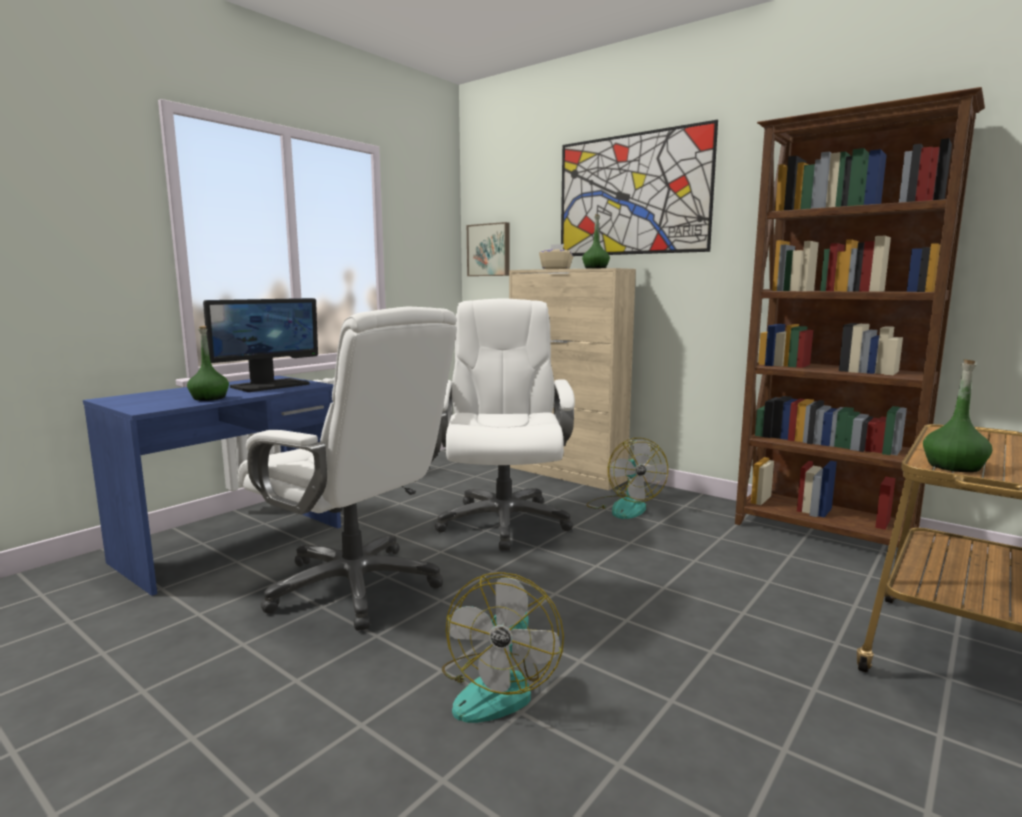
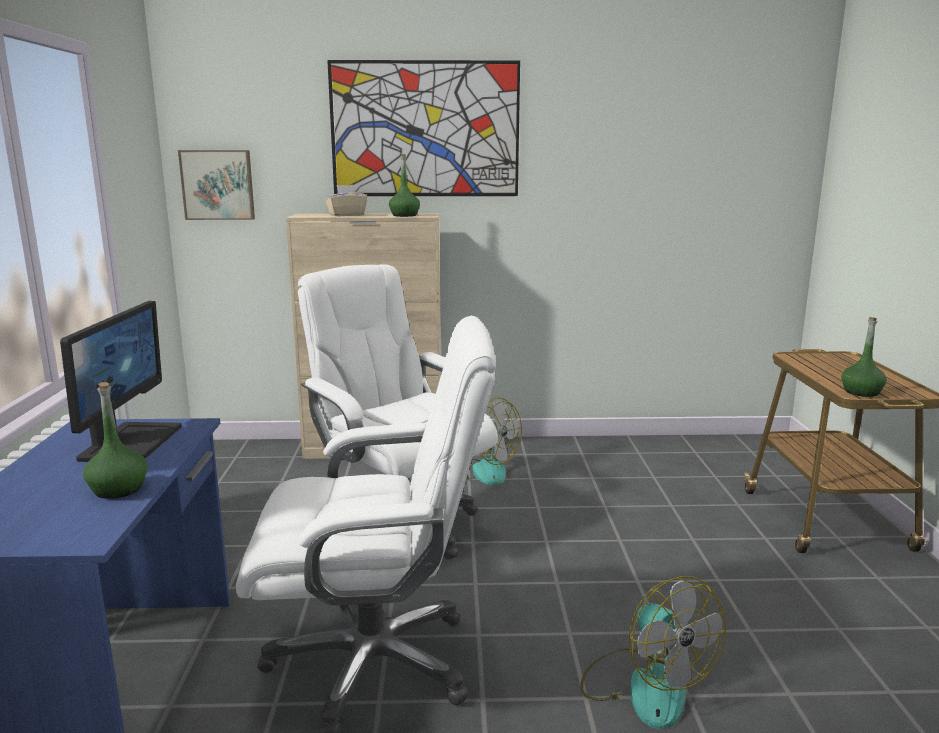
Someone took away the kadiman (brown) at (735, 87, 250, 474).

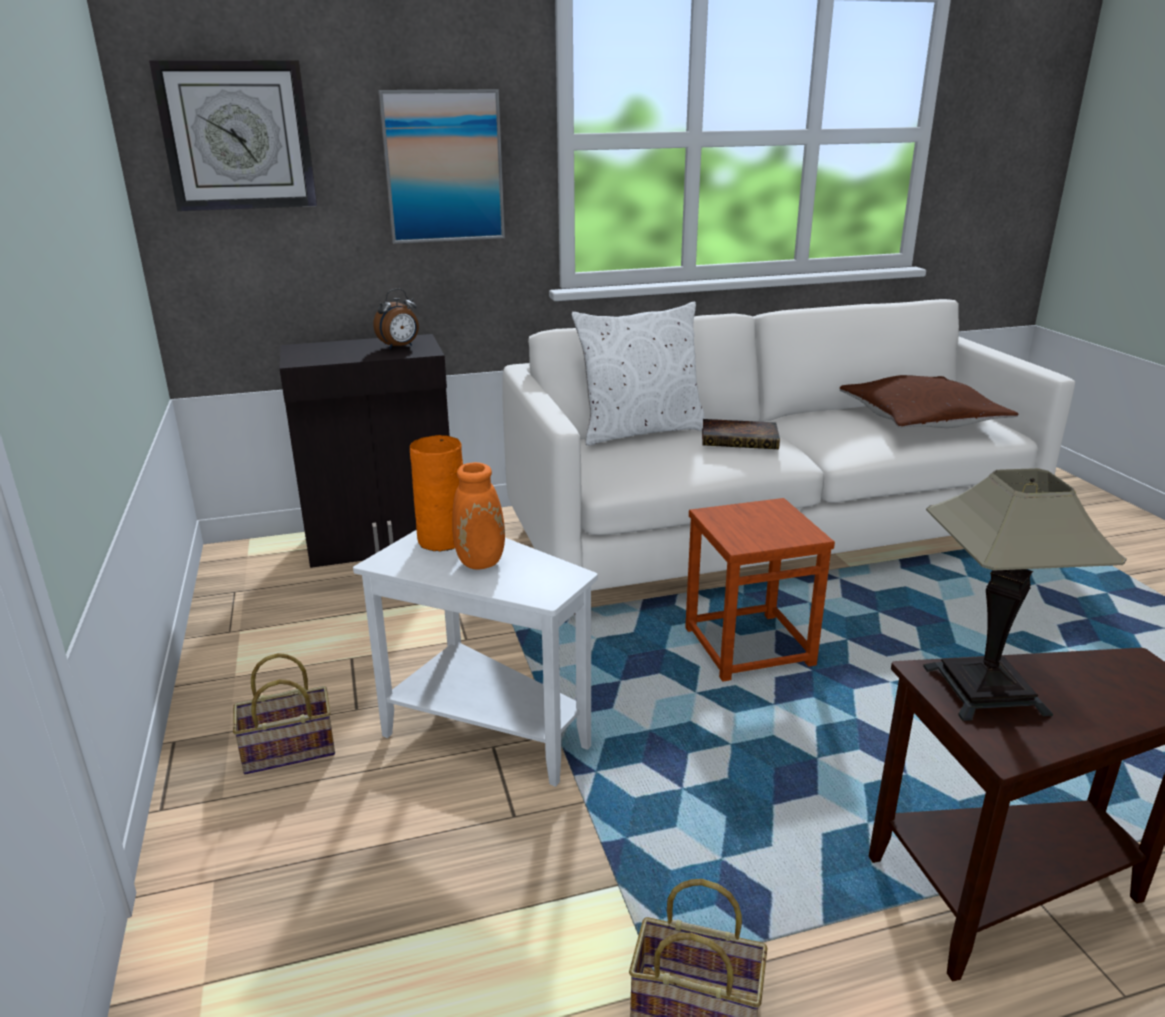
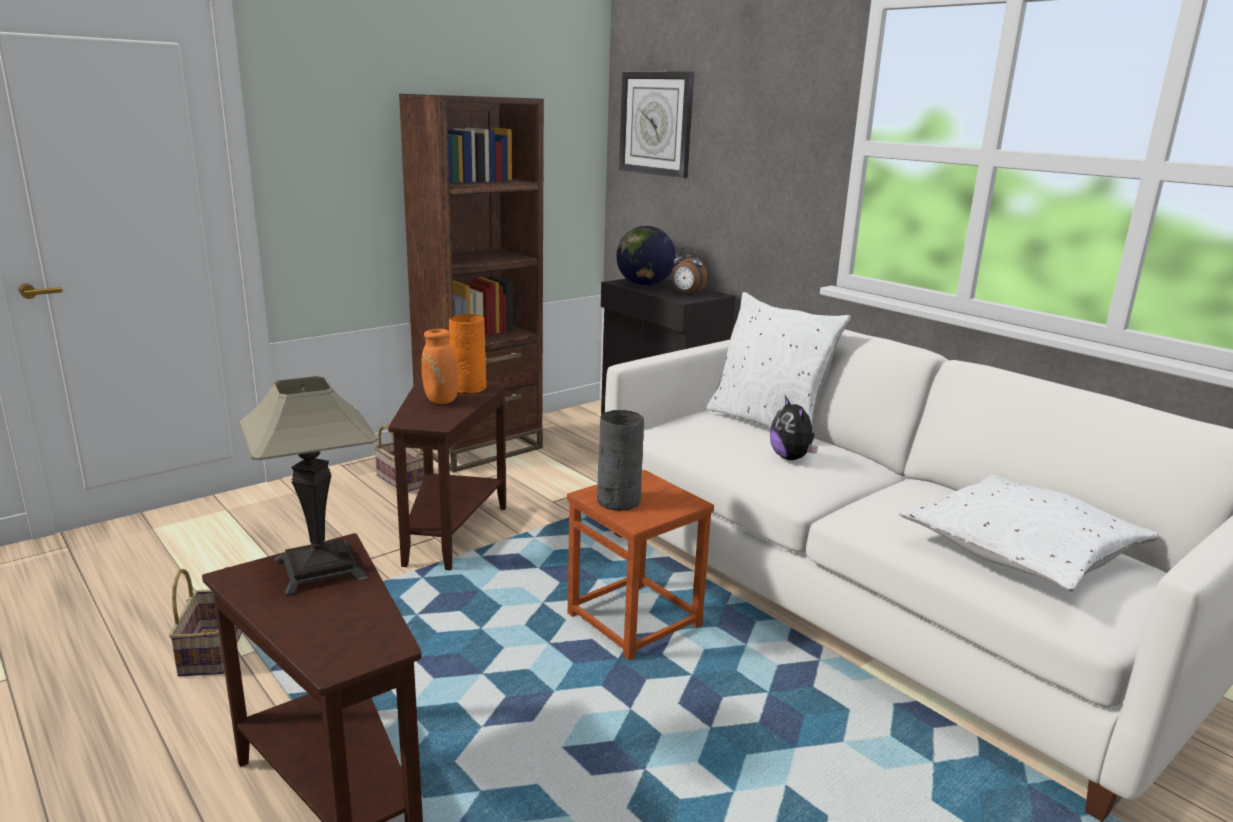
Someone took away the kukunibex at (378, 89, 127, 155). Someone put down the kadiman (brown) at (399, 94, 145, 379). Someone put down the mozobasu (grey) at (597, 410, 47, 101). Someone put down the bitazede at (616, 226, 60, 60). Someone swapped the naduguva at (702, 419, 78, 30) for the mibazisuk at (770, 396, 48, 64). Someone repainted the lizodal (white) at (353, 530, 244, 257), which became the lizodal (brown) at (388, 377, 122, 193). Someone repainted the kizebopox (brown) at (840, 375, 179, 53), which became the kizebopox (white) at (899, 474, 260, 118).

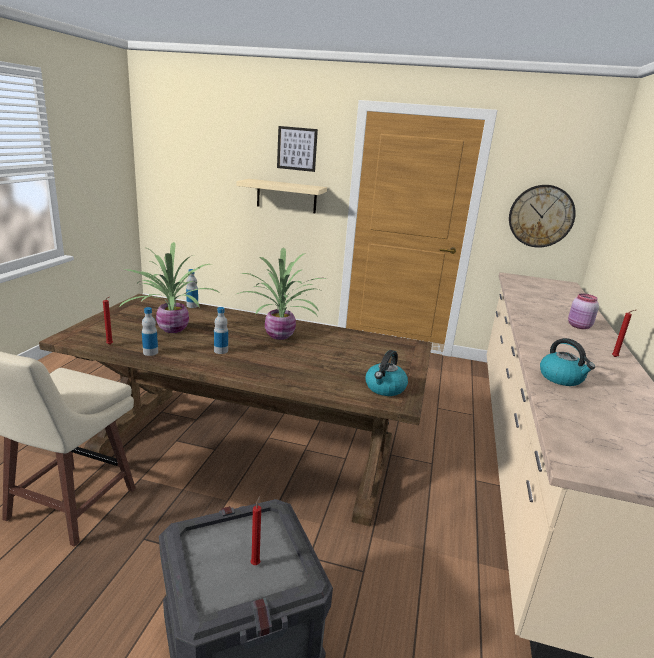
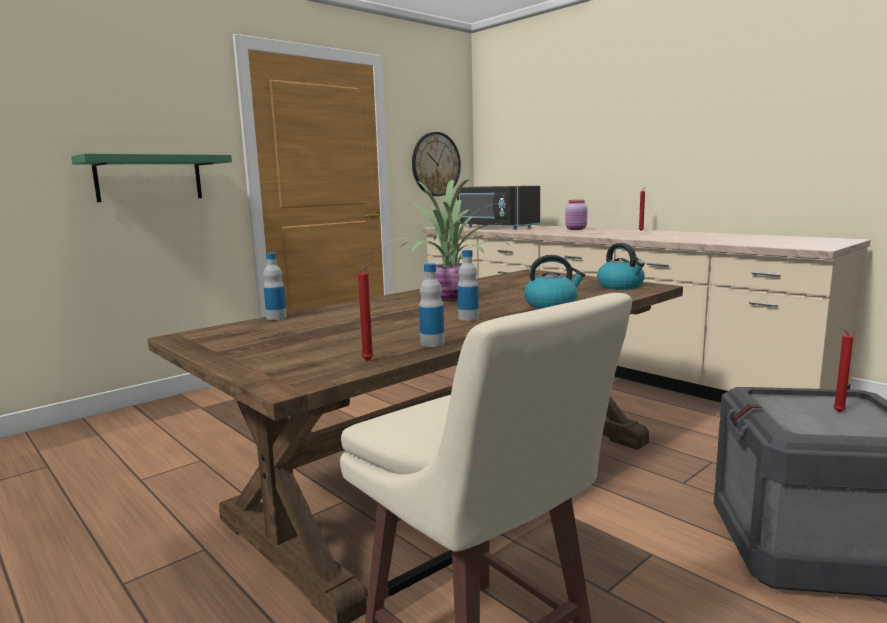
Someone took away the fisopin at (119, 242, 102, 91). Someone took away the kukunibex at (277, 126, 41, 46). Someone put down the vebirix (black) at (457, 186, 83, 43). Someone carried the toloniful from (540, 338, 55, 48) to (524, 255, 61, 53). Someone repainted the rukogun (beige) at (236, 179, 91, 34), which became the rukogun (green) at (71, 153, 161, 49).

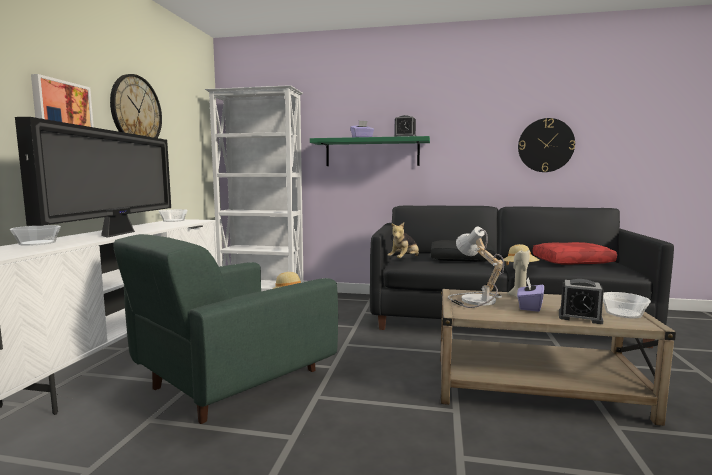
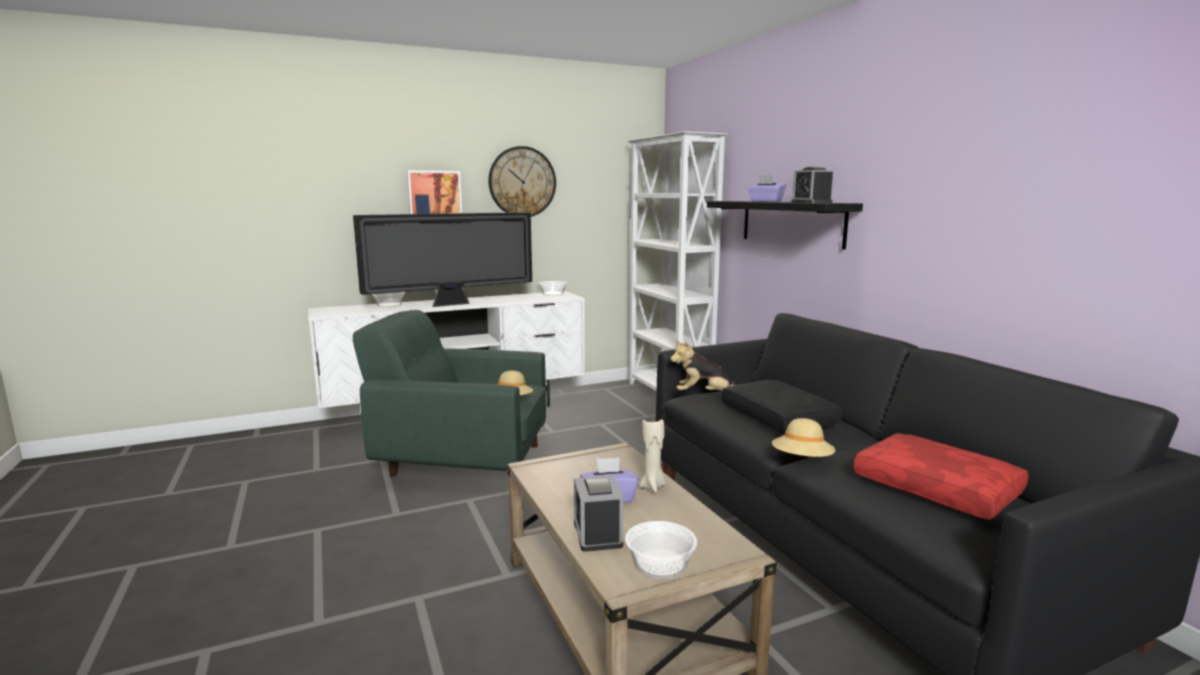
Someone took away the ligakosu at (448, 227, 56, 81). Someone took away the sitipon at (518, 118, 57, 54). Someone repainted the rukogun (green) at (310, 136, 120, 30), which became the rukogun (black) at (707, 201, 156, 49).

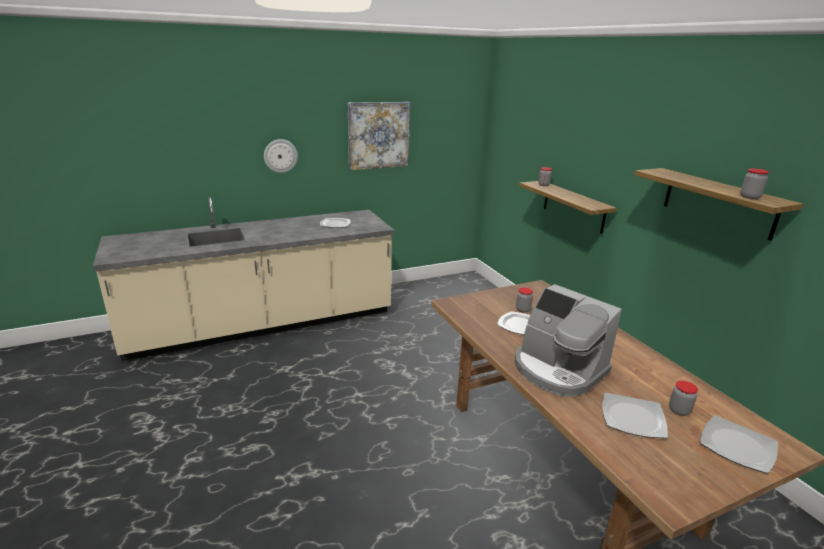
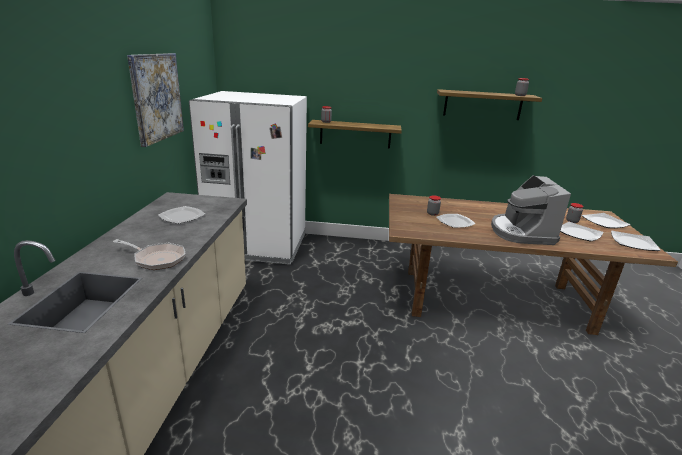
Someone took away the sitipon at (264, 139, 34, 34). Someone put down the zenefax at (113, 239, 73, 31). Someone put down the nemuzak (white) at (189, 91, 118, 174). Someone put down the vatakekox at (611, 231, 49, 20). Someone rotated the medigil at (515, 284, 107, 113) by 105 degrees clockwise.

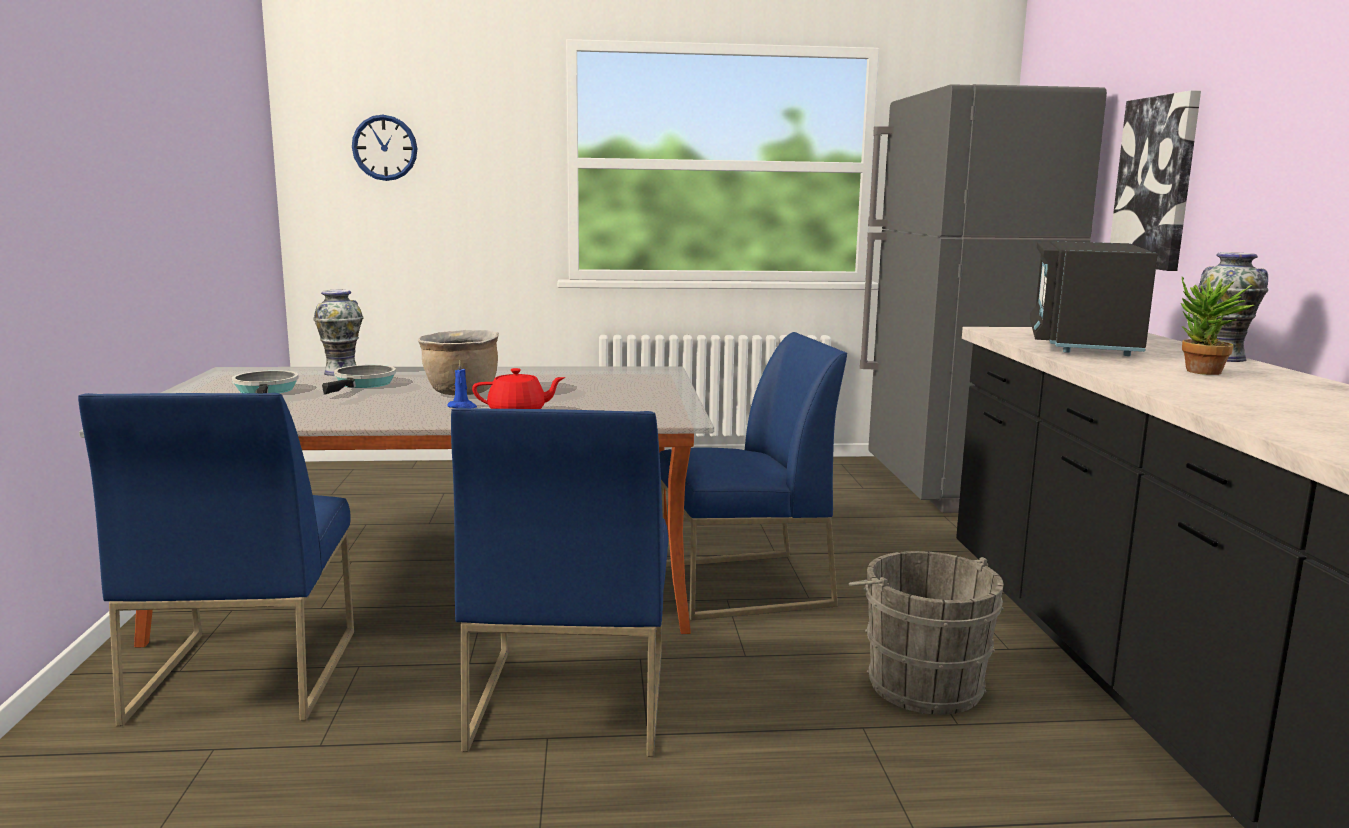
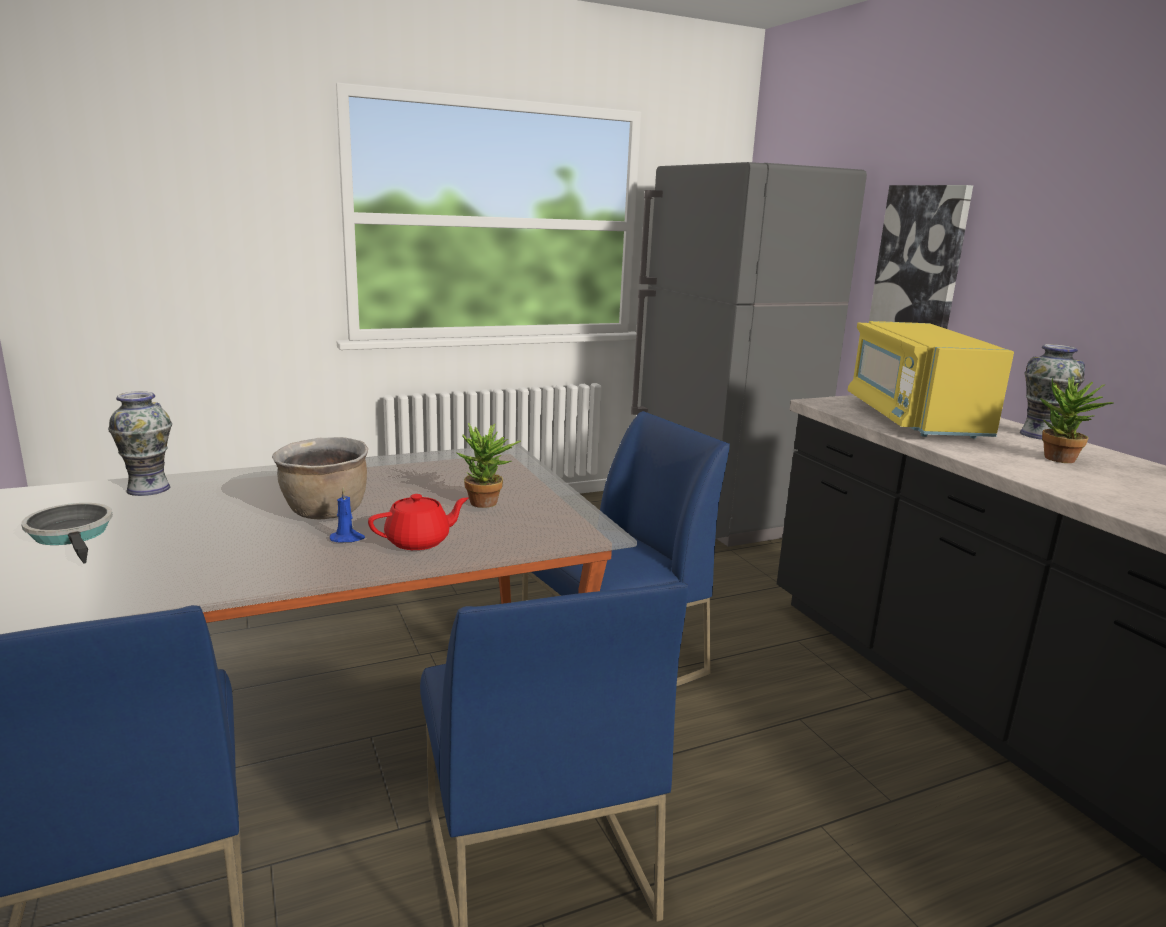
Someone took away the zenefax at (322, 365, 74, 30). Someone took away the sitipon at (352, 115, 65, 66). Someone took away the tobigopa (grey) at (849, 551, 155, 164). Someone put down the fisopin at (457, 423, 64, 85). Someone repainted the vebirix (black) at (1030, 241, 128, 115), which became the vebirix (yellow) at (848, 321, 166, 117).

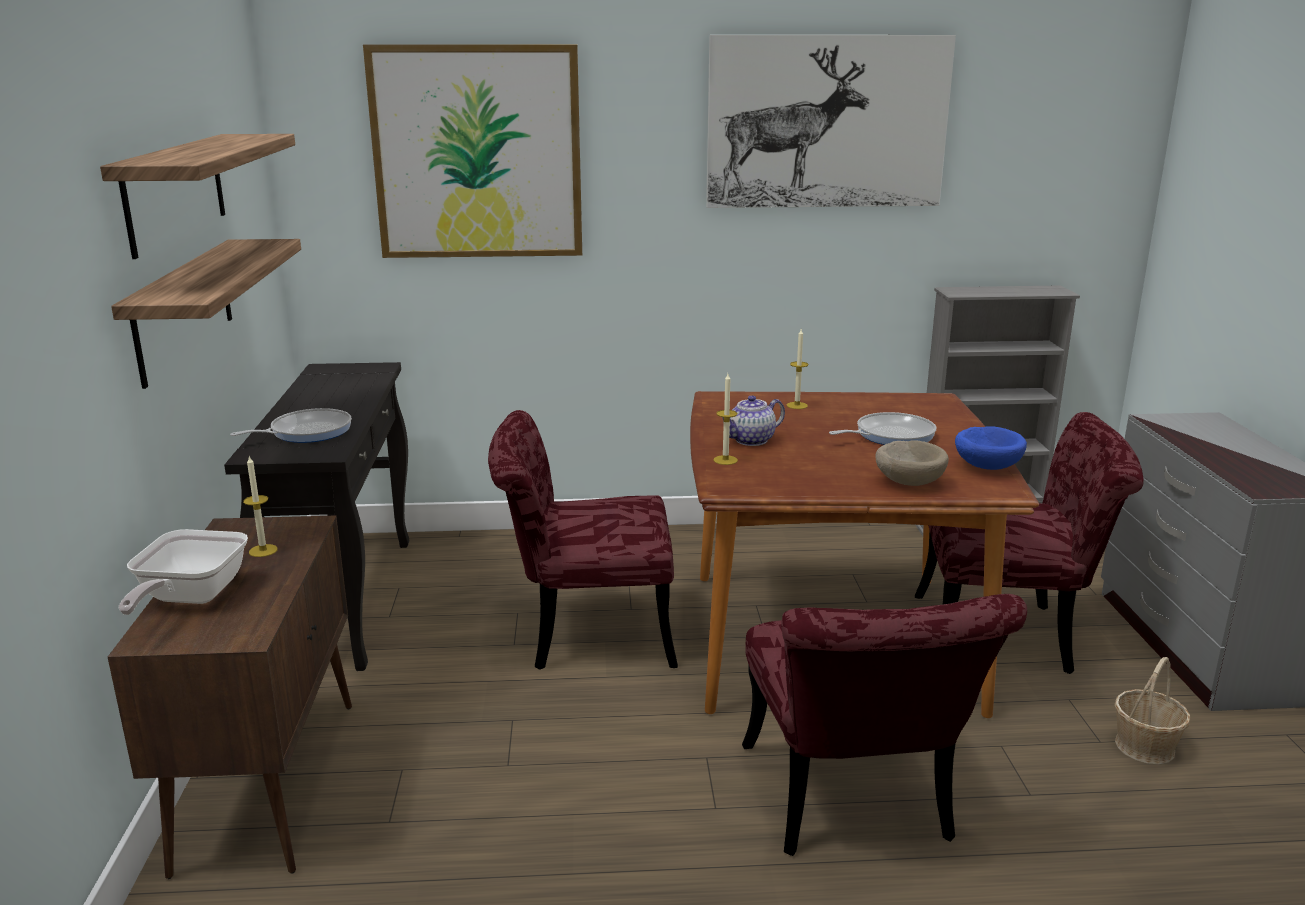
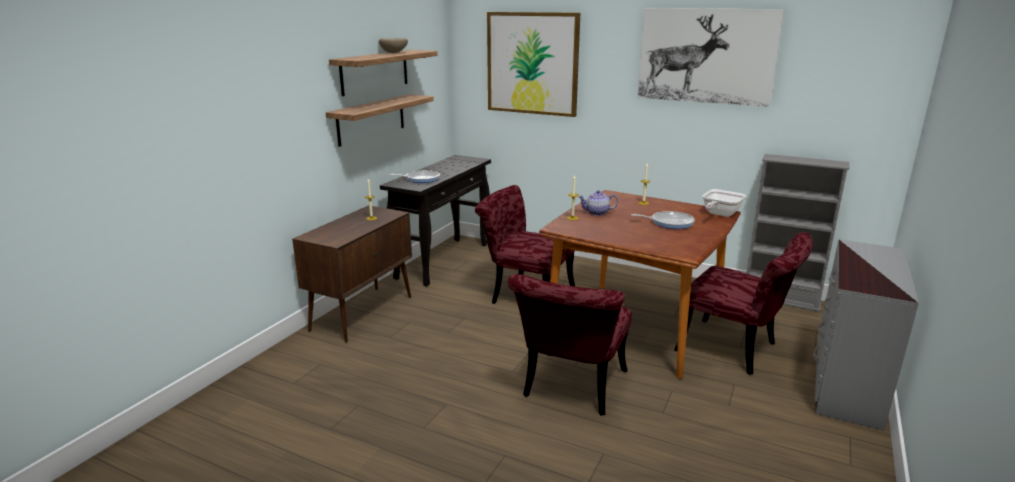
Someone took away the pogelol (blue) at (955, 426, 72, 44). Someone took away the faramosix at (1115, 657, 75, 108). Someone carried the zenefax from (119, 529, 129, 86) to (702, 189, 44, 28). Someone carried the pogelol (beige) from (875, 441, 74, 45) to (379, 38, 29, 15).

